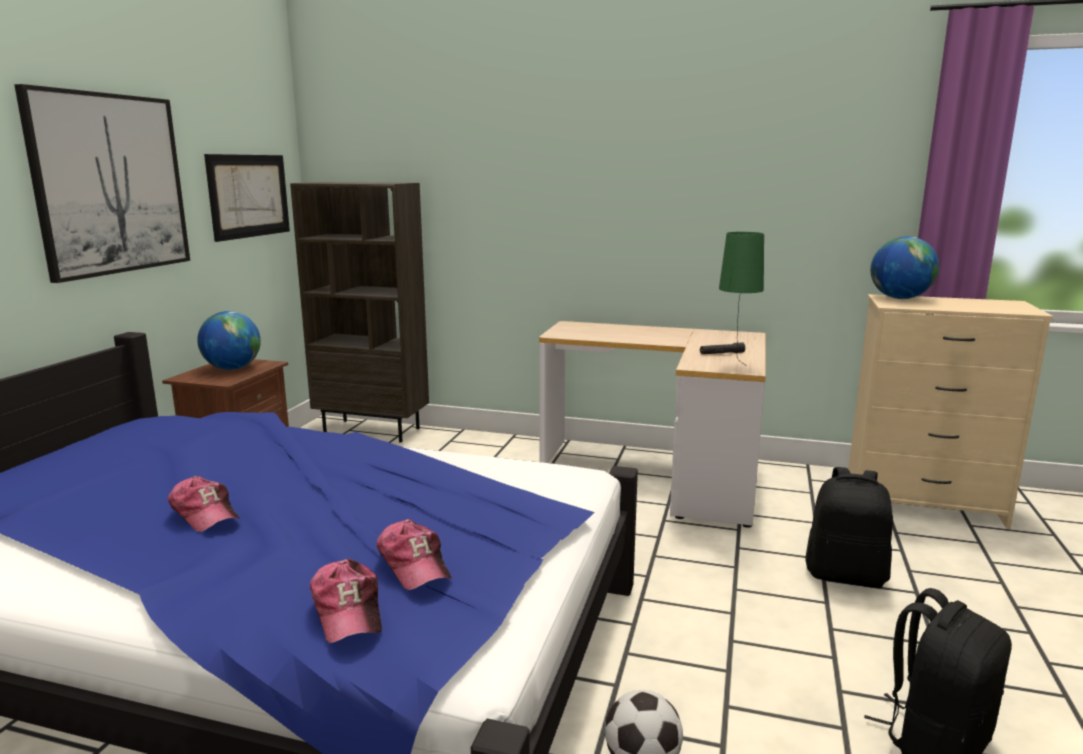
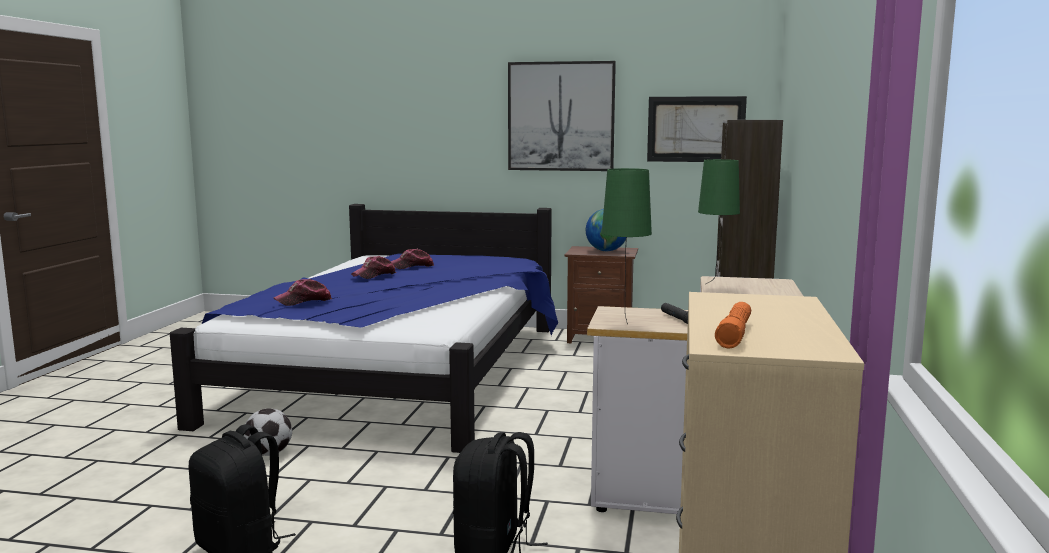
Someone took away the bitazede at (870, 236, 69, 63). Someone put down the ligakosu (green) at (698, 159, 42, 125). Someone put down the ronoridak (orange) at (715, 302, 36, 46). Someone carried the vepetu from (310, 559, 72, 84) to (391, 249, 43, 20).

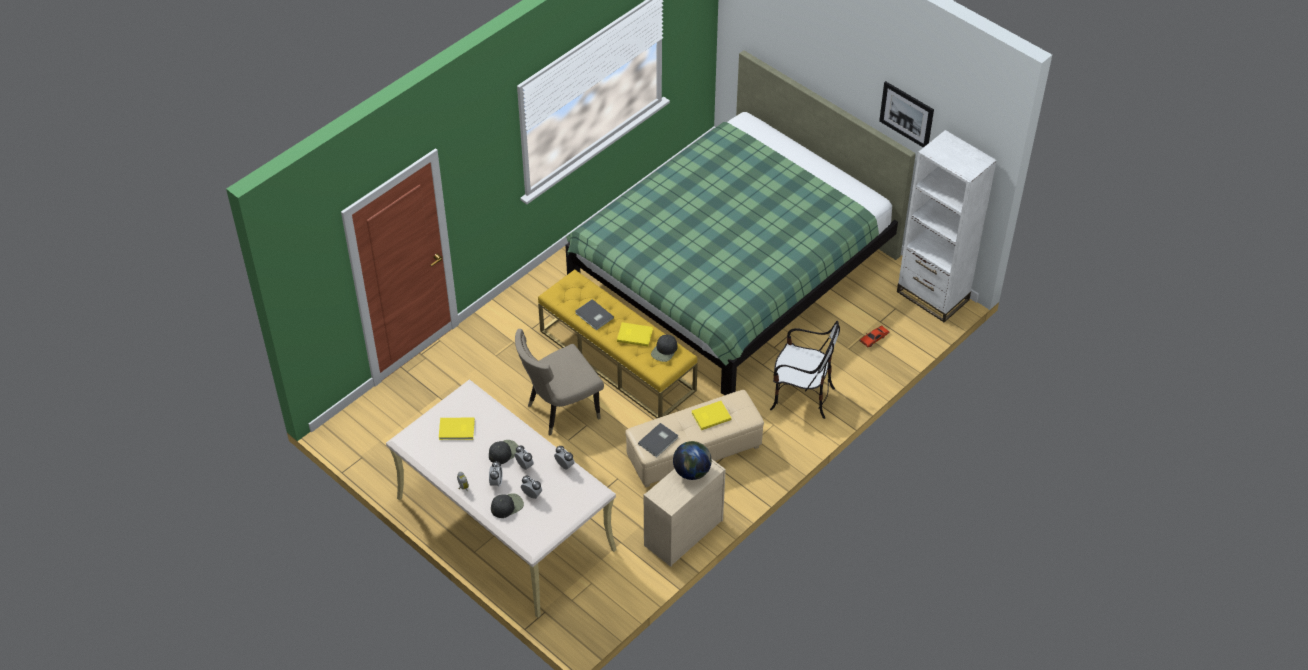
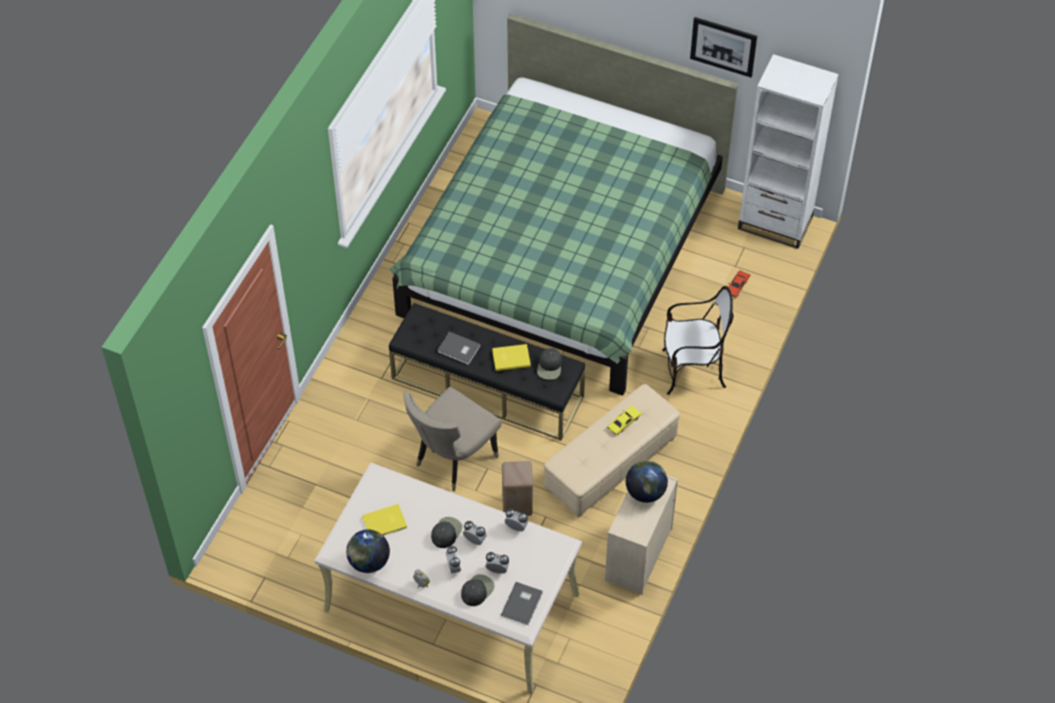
Someone put down the bitazede at (346, 530, 44, 43). Someone put down the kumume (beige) at (502, 461, 31, 55). Someone carried the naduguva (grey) from (638, 423, 41, 34) to (501, 582, 42, 43). Someone swapped the naduguva (yellow) at (692, 401, 39, 29) for the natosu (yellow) at (607, 405, 35, 30). Someone repainted the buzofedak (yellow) at (538, 269, 160, 149), which became the buzofedak (black) at (389, 303, 196, 138).

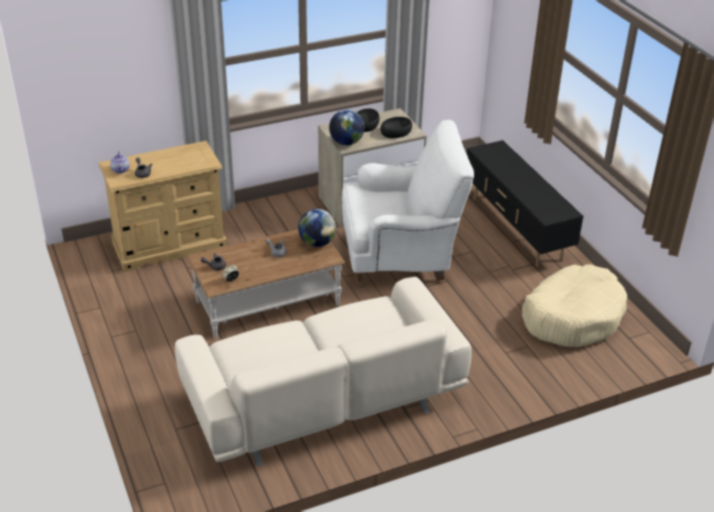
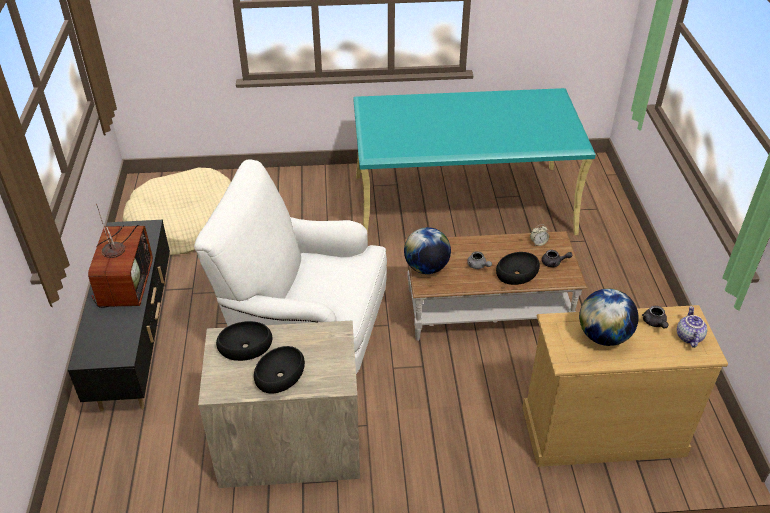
Someone put down the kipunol at (88, 204, 65, 104). Someone put down the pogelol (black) at (496, 252, 44, 33). Someone carried the bitazede from (329, 110, 35, 35) to (579, 289, 60, 57). Someone swapped the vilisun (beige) at (175, 277, 296, 190) for the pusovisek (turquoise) at (353, 88, 243, 147).

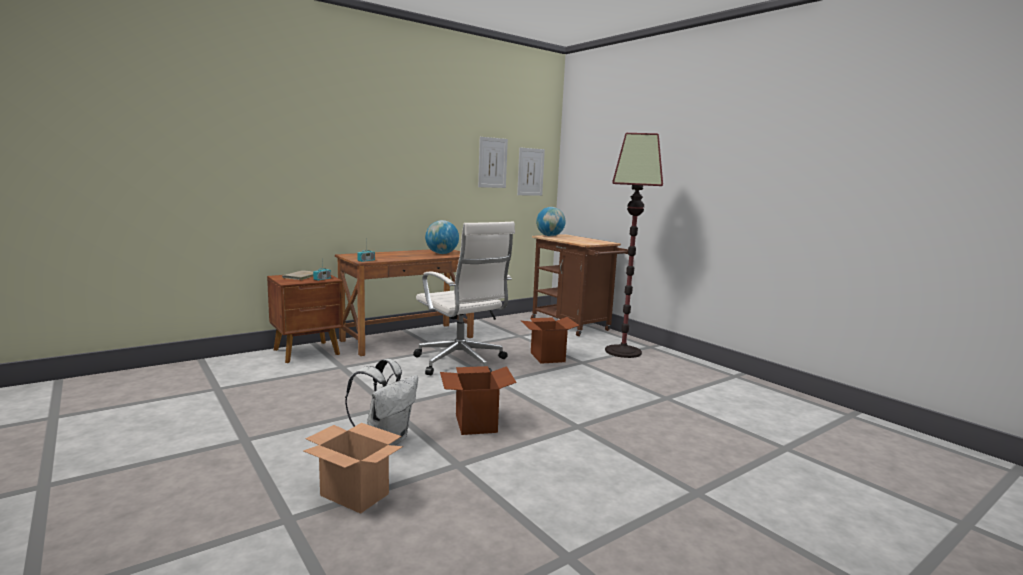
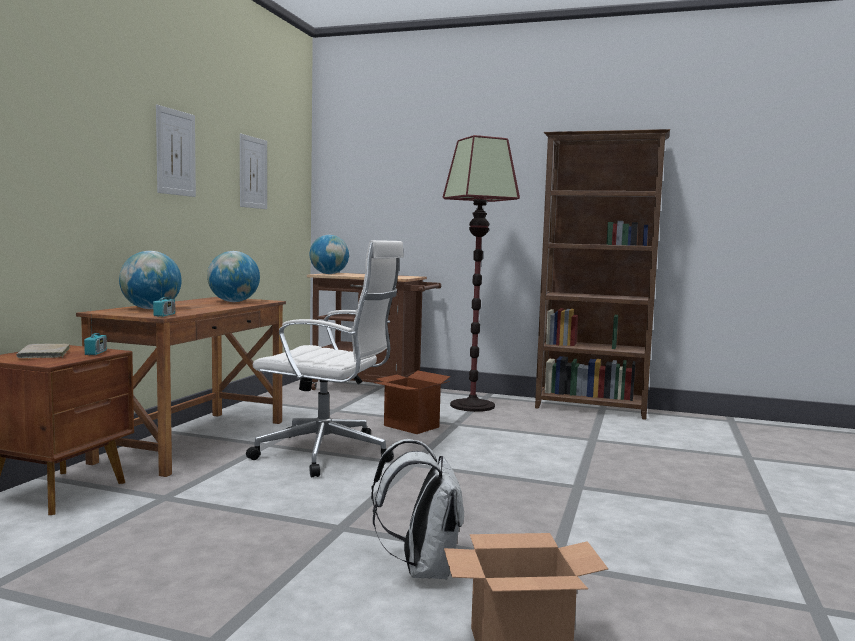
Someone took away the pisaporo at (440, 366, 77, 69). Someone put down the bitazede at (119, 251, 63, 58). Someone put down the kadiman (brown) at (535, 129, 135, 291). Someone carried the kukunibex from (517, 147, 28, 49) to (156, 105, 40, 92).

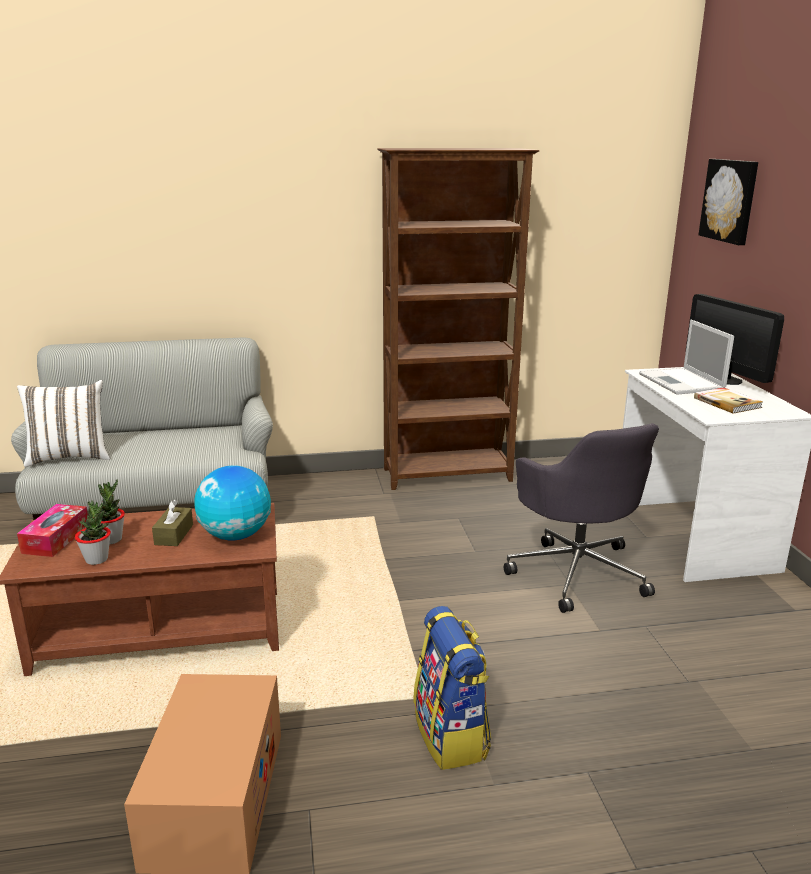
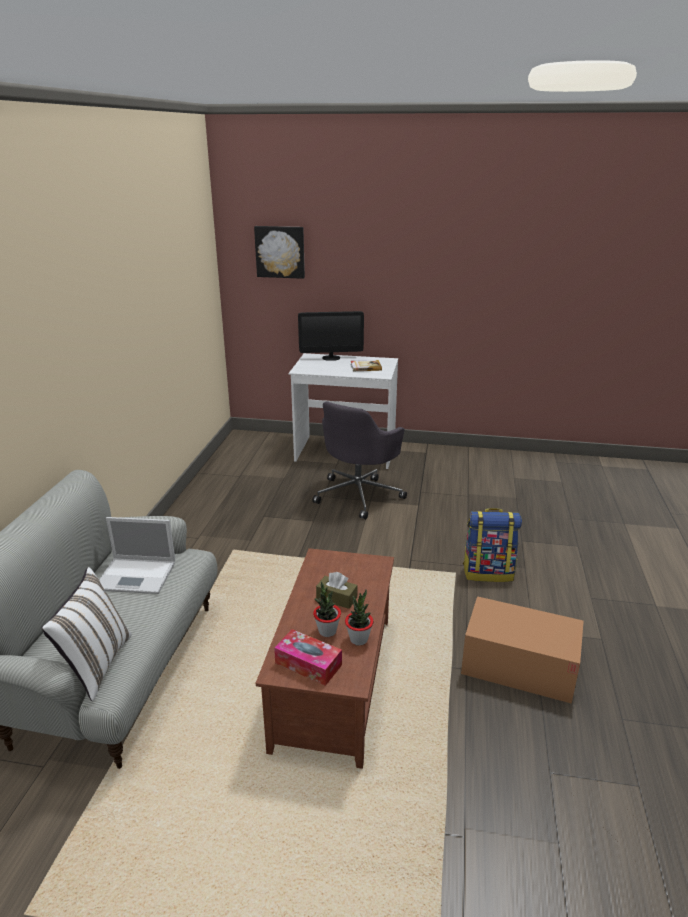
Someone took away the bitazede at (194, 466, 77, 74). Someone took away the kadiman (brown) at (377, 148, 163, 342). Someone carried the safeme from (639, 320, 95, 75) to (99, 517, 76, 77). Someone rotated the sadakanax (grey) at (504, 423, 155, 190) by 120 degrees clockwise.

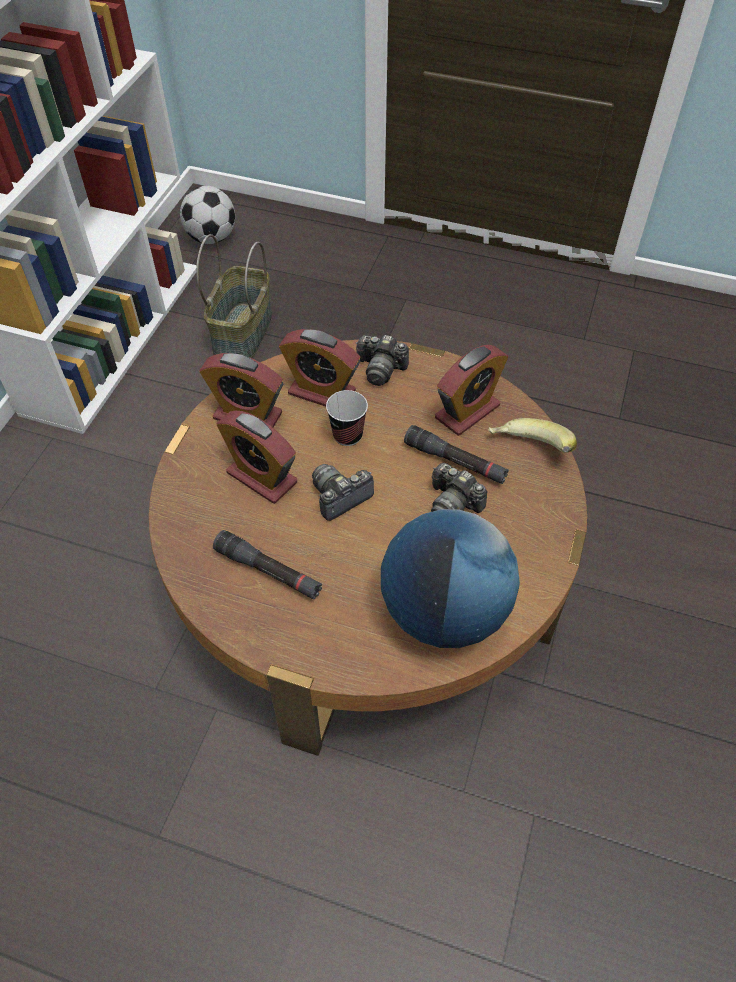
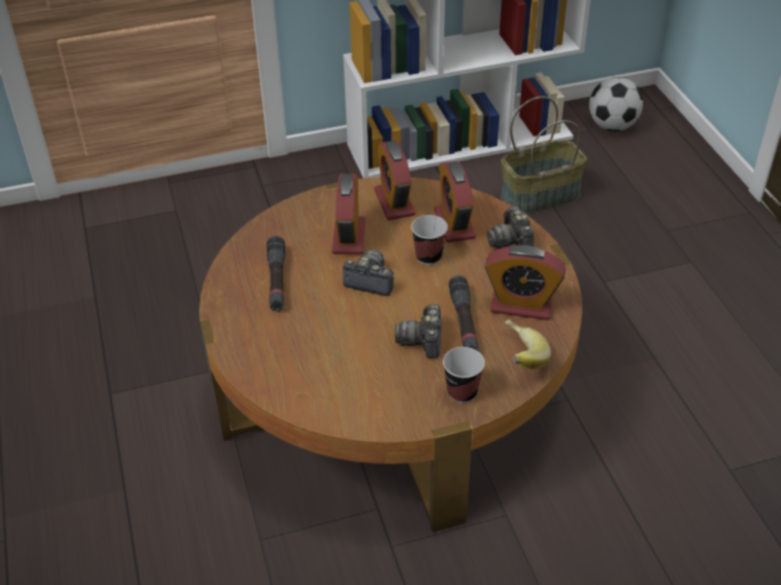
Someone took away the bitazede at (381, 509, 139, 139). Someone put down the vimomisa at (443, 347, 42, 56).

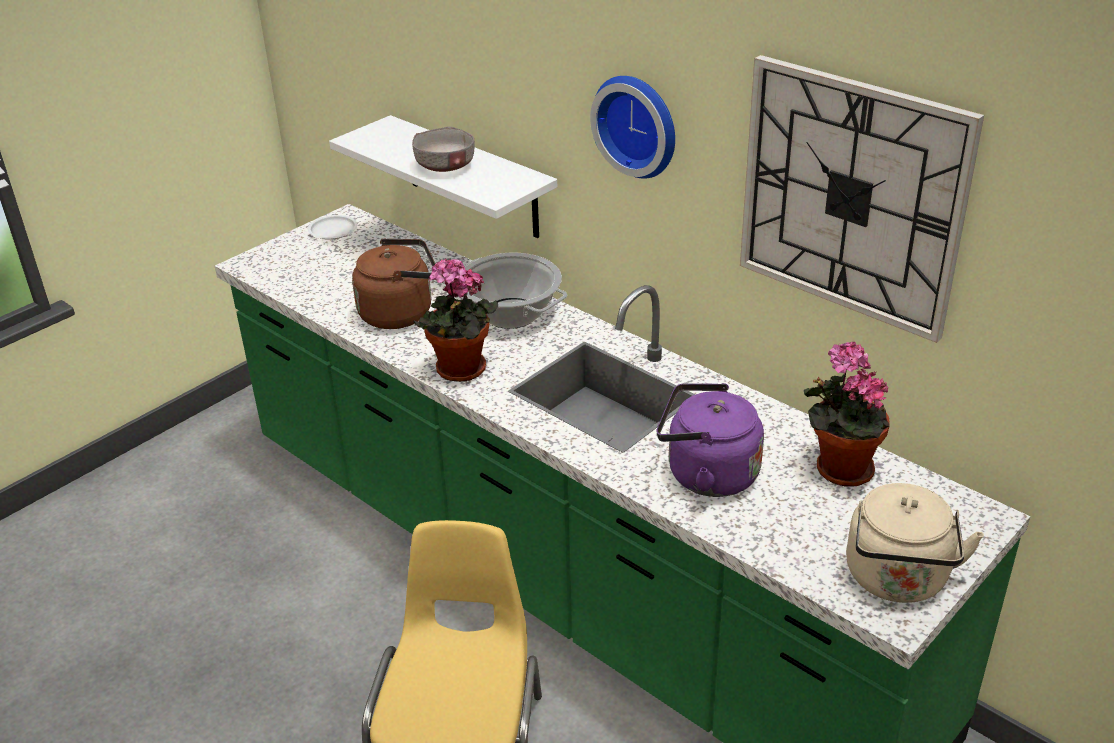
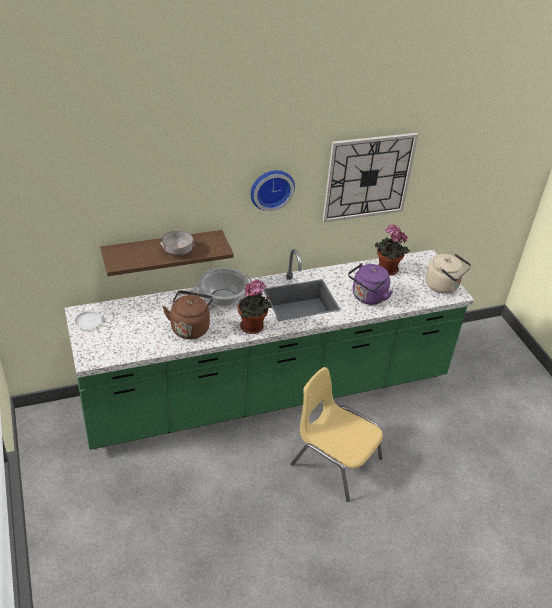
Someone repainted the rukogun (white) at (329, 115, 228, 123), which became the rukogun (brown) at (100, 230, 134, 46).

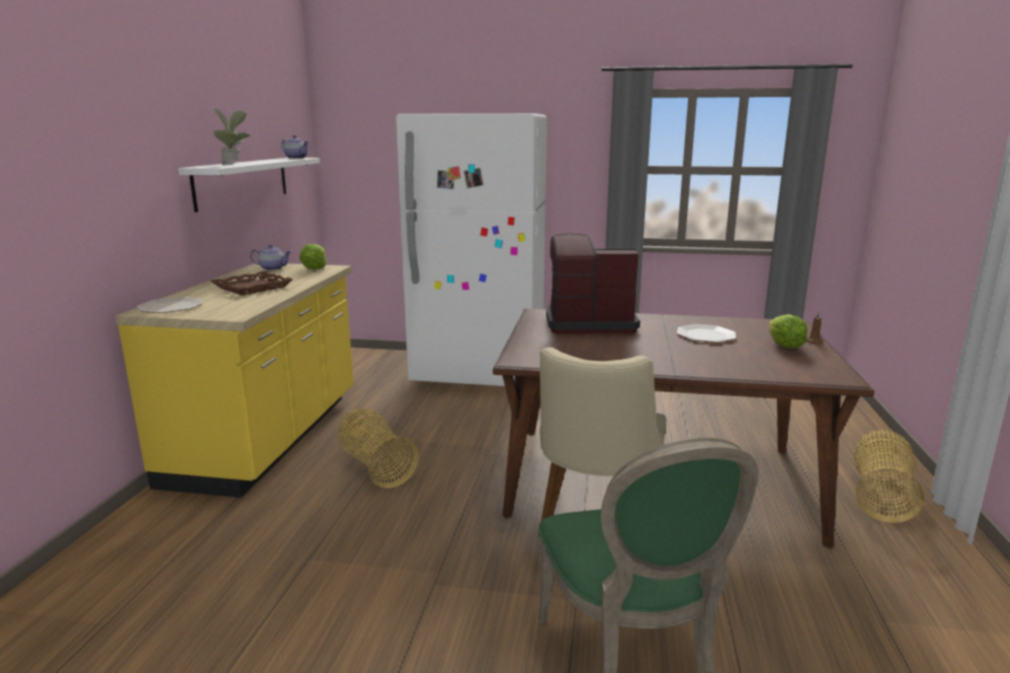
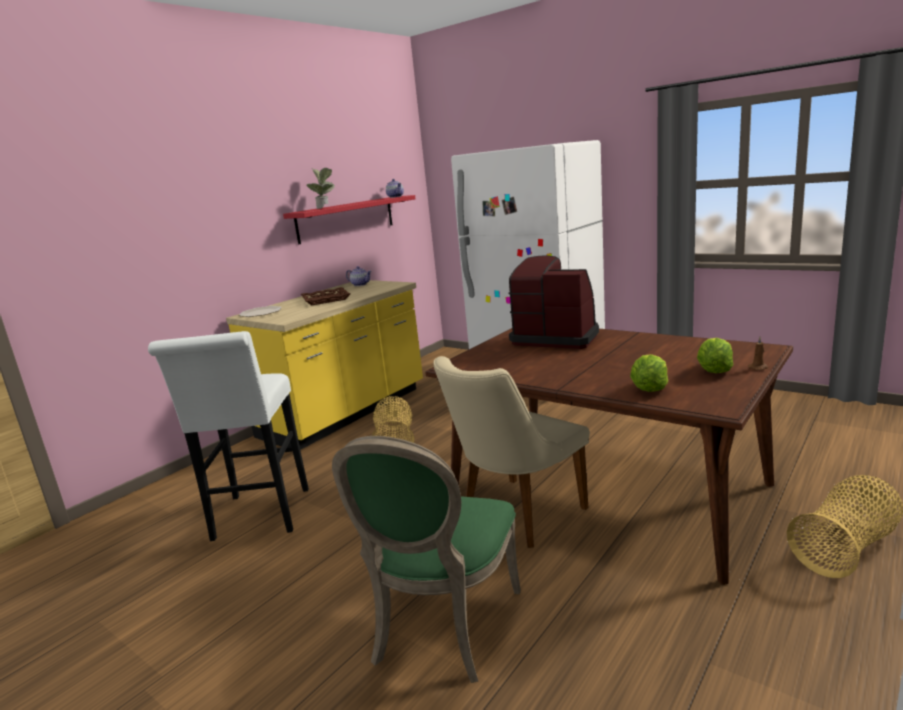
Someone took away the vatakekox at (677, 324, 59, 19). Someone put down the kumume (white) at (148, 331, 161, 210). Someone carried the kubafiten from (299, 244, 28, 26) to (630, 354, 38, 38). Someone repainted the rukogun (white) at (178, 158, 142, 54), which became the rukogun (red) at (283, 195, 132, 50).

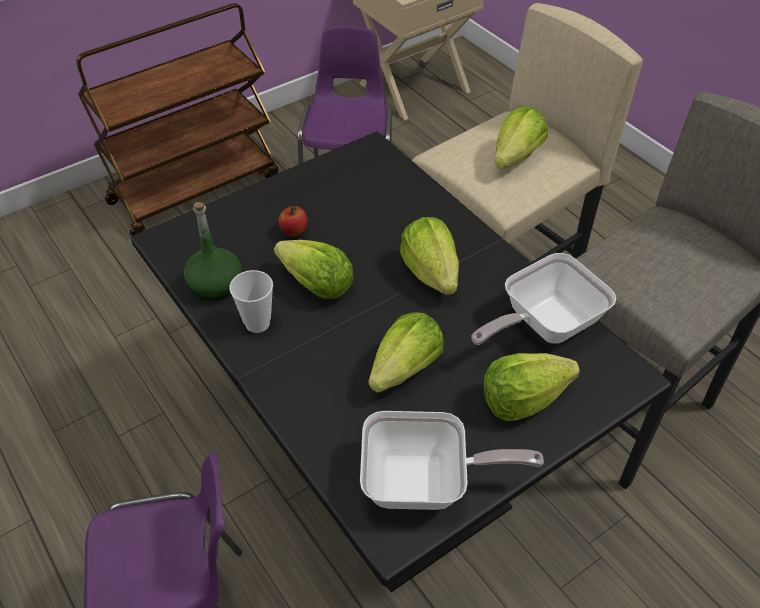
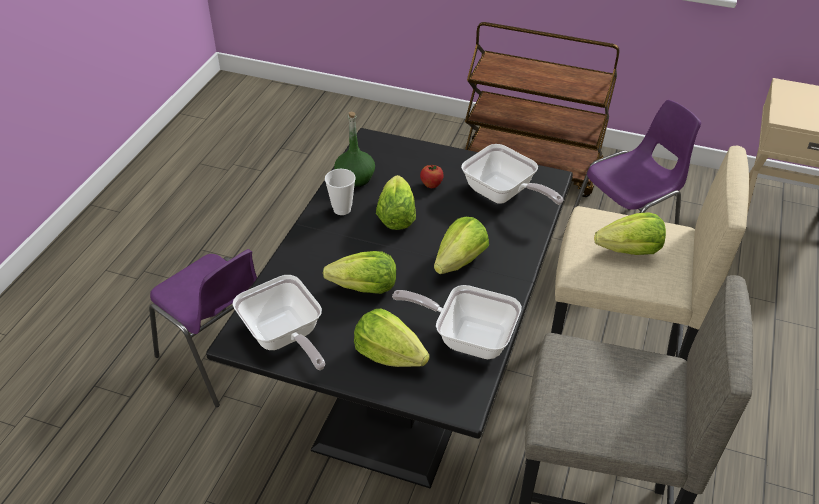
Someone put down the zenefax at (461, 144, 103, 61).

